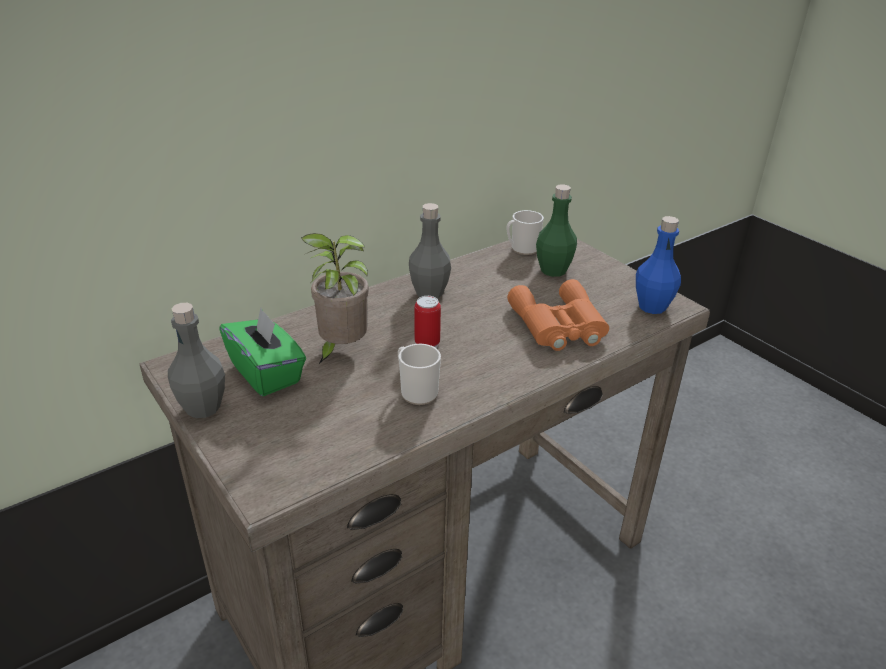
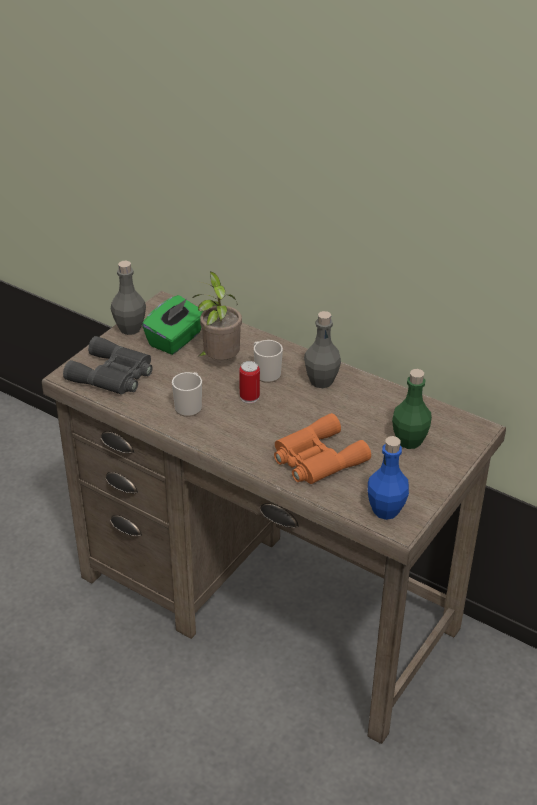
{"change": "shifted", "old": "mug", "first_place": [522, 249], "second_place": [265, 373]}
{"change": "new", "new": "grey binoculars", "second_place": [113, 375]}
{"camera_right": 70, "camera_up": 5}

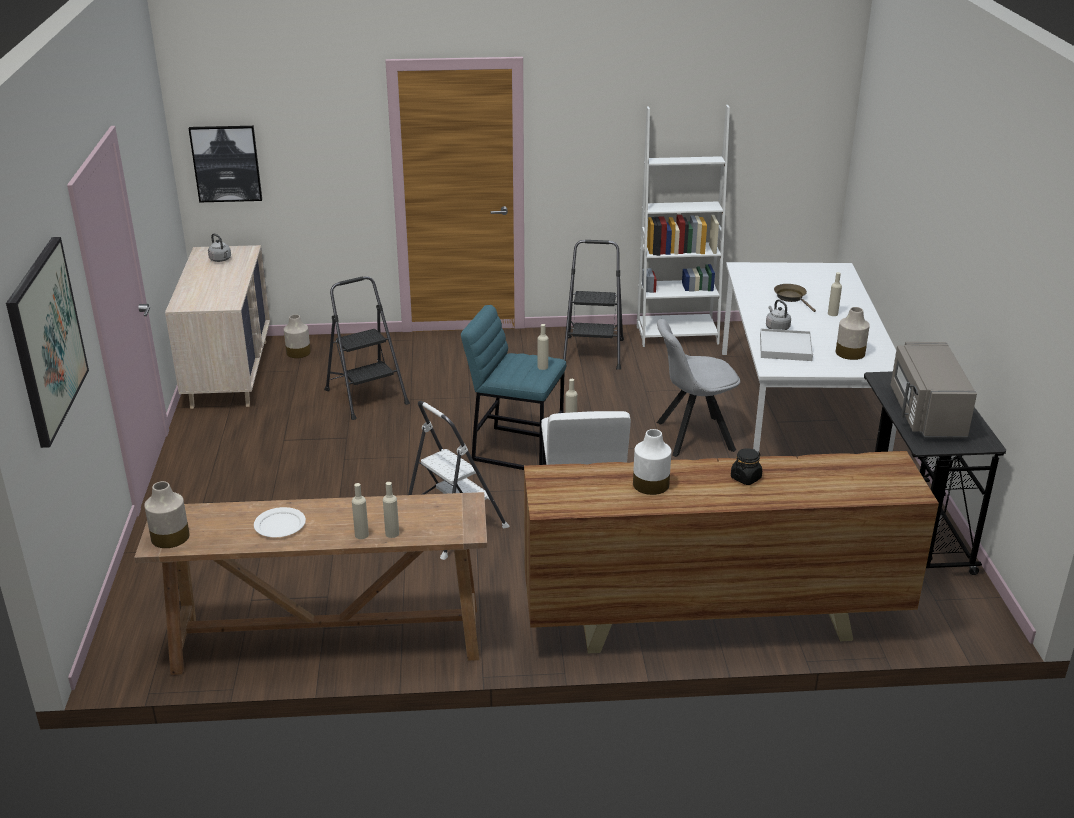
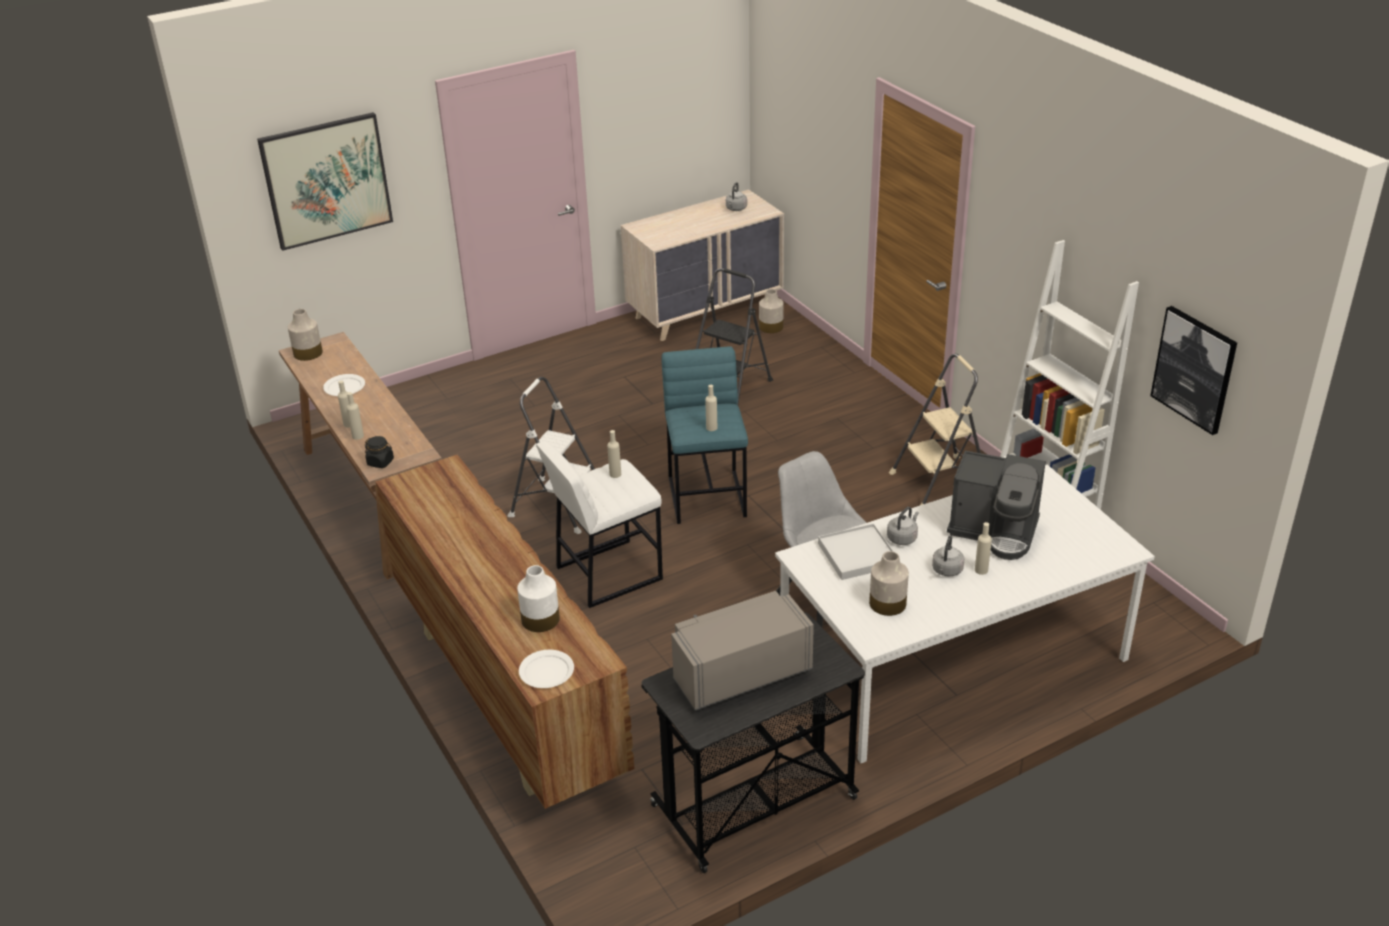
{"change": "shifted", "old": "picture", "first_place": [226, 163], "second_place": [1194, 369]}
{"change": "repainted", "old": "black step ladder", "new": "beige step ladder", "first_place": [593, 351], "second_place": [942, 481]}
{"change": "shifted", "old": "white vase", "first_place": [651, 484], "second_place": [540, 619]}
{"change": "shifted", "old": "black jar", "first_place": [746, 478], "second_place": [380, 462]}
{"change": "swapped", "old": "brown frying pan", "new": "coffee machine", "first_place": [791, 298], "second_place": [995, 531]}
{"change": "new", "new": "white plate", "second_place": [546, 671]}
{"change": "new", "new": "grey kettle", "second_place": [946, 571]}
{"camera_right": 65, "camera_up": 5}

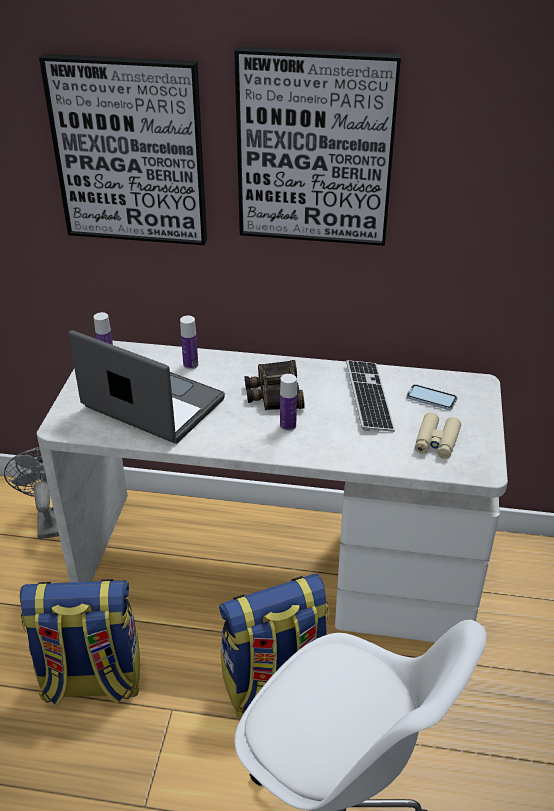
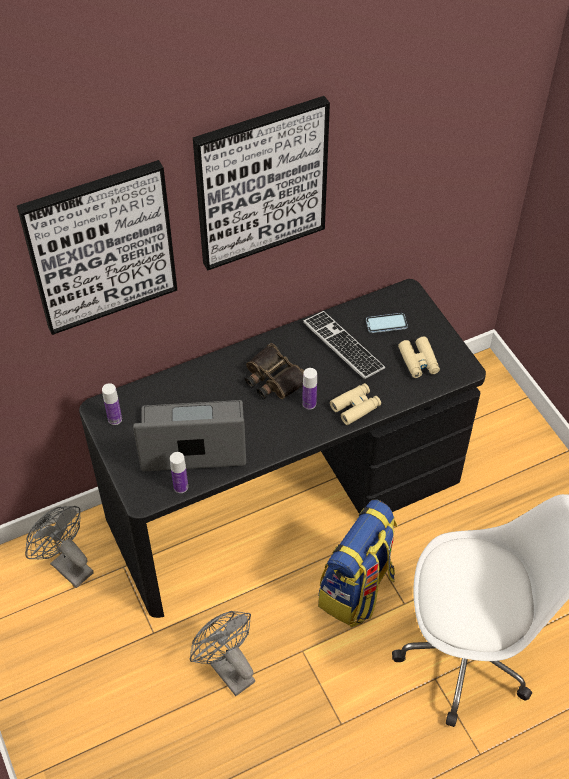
{"change": "swapped", "old": "backpack", "new": "grey fan", "first_place": [91, 681], "second_place": [227, 668]}
{"change": "repainted", "old": "white desk", "new": "black desk", "first_place": [277, 565], "second_place": [284, 497]}
{"change": "shifted", "old": "bottle", "first_place": [190, 365], "second_place": [181, 487]}
{"change": "new", "new": "beige binoculars", "second_place": [355, 407]}
{"camera_right": -35, "camera_up": 15}

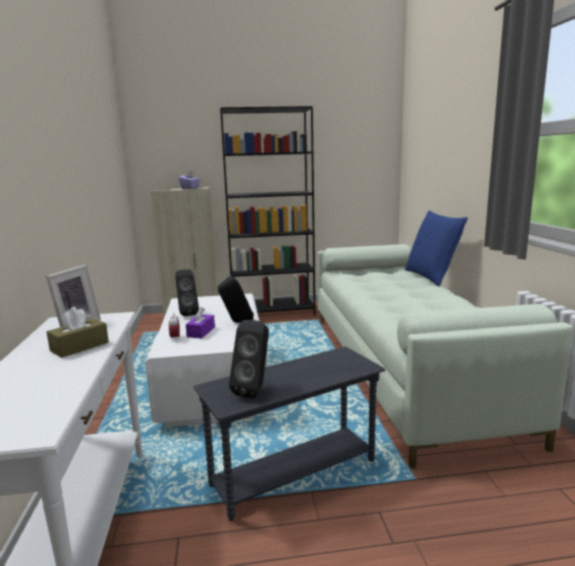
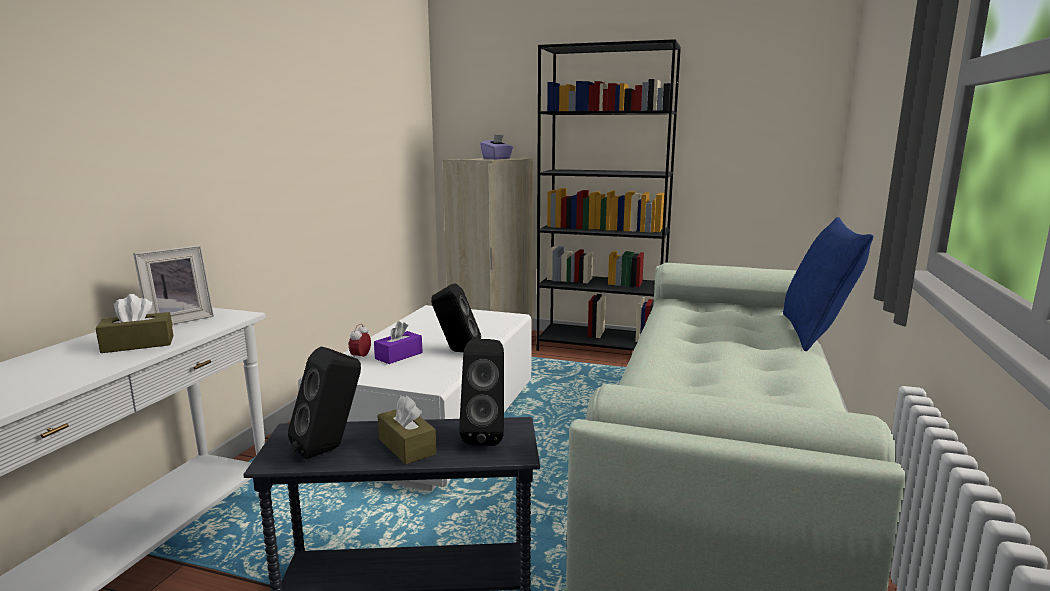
{"change": "shifted", "old": "black speaker", "first_place": [187, 313], "second_place": [485, 435]}
{"change": "new", "new": "brown tissue box", "second_place": [407, 446]}
{"camera_right": 25, "camera_up": 0}

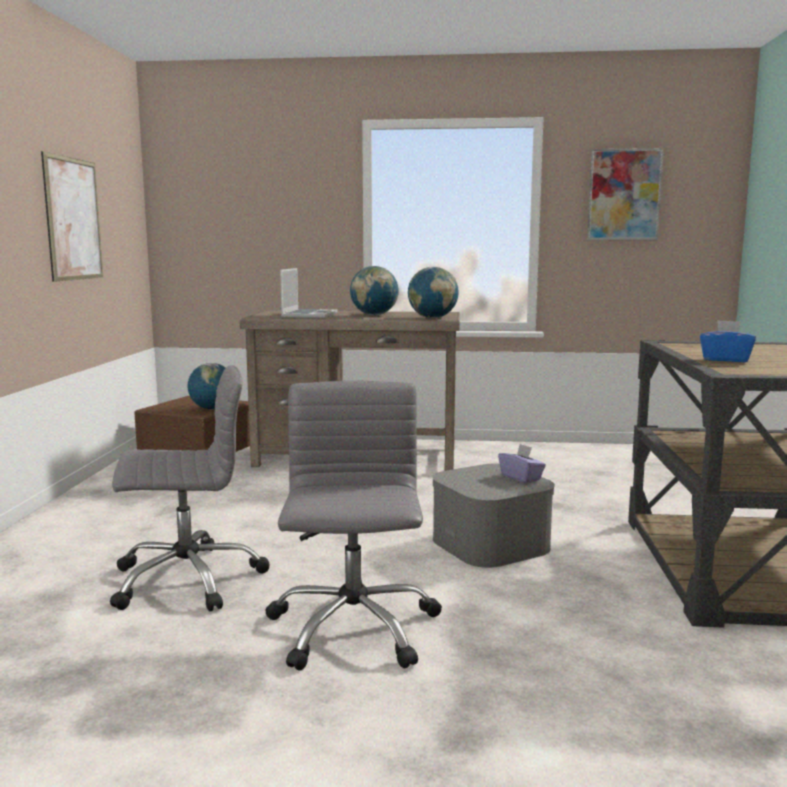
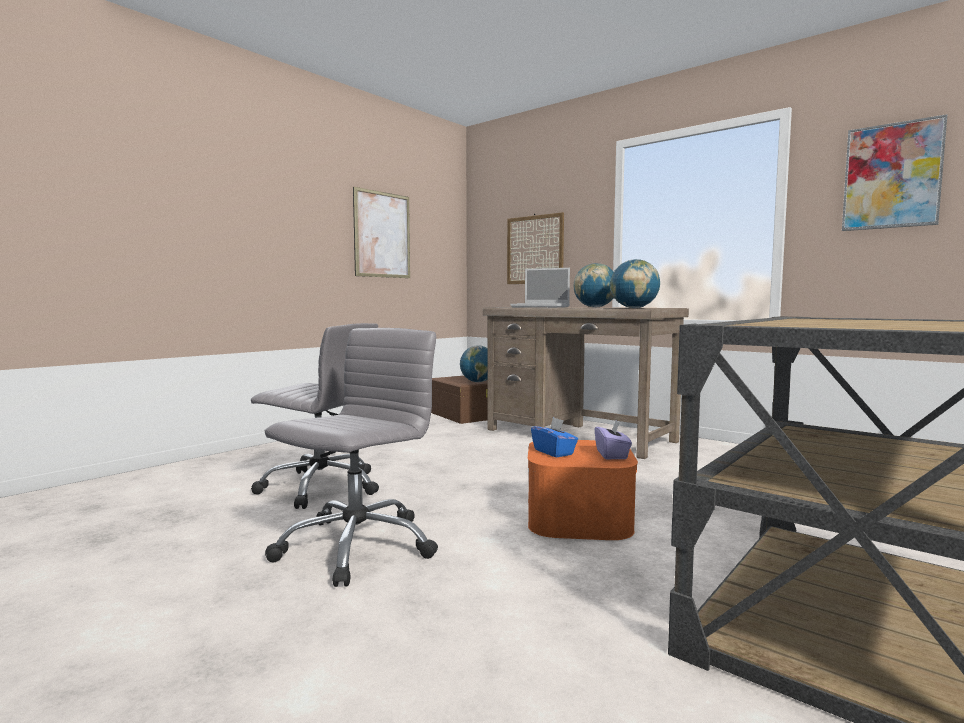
{"change": "rotated", "old": "laptop", "first_place": [309, 315], "second_place": [541, 307], "degrees": 75}
{"change": "repainted", "old": "grey storage box", "new": "orange storage box", "first_place": [491, 543], "second_place": [579, 518]}
{"change": "shifted", "old": "blue tissue box", "first_place": [725, 359], "second_place": [554, 452]}
{"change": "new", "new": "picture", "second_place": [535, 248]}
{"camera_right": 35, "camera_up": -5}

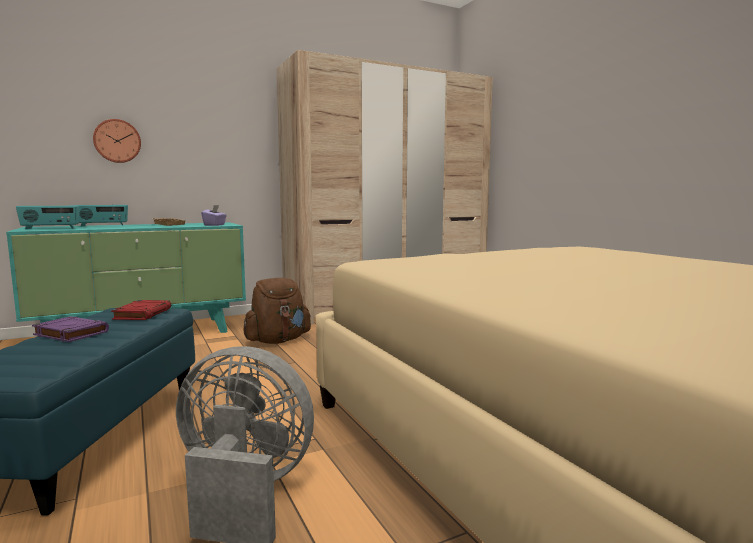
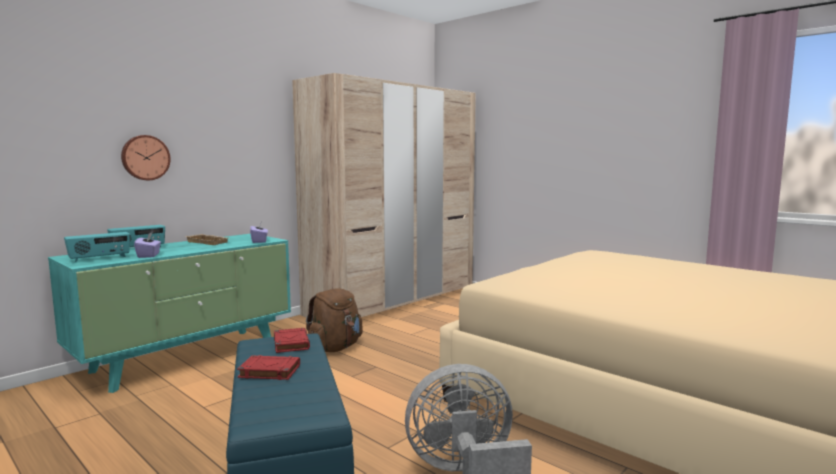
{"change": "repainted", "old": "purple book", "new": "red book", "first_place": [70, 333], "second_place": [269, 371]}
{"change": "new", "new": "purple tissue box", "second_place": [149, 255]}
{"camera_right": -20, "camera_up": 0}

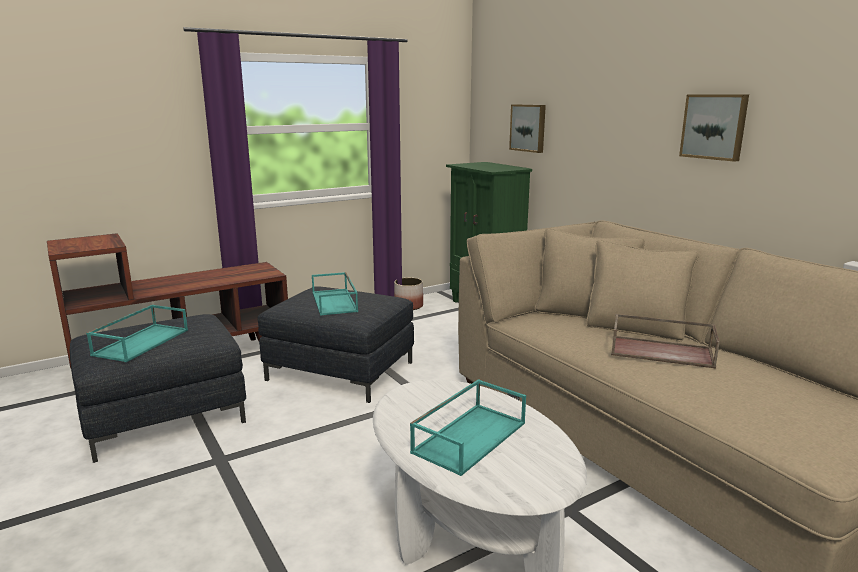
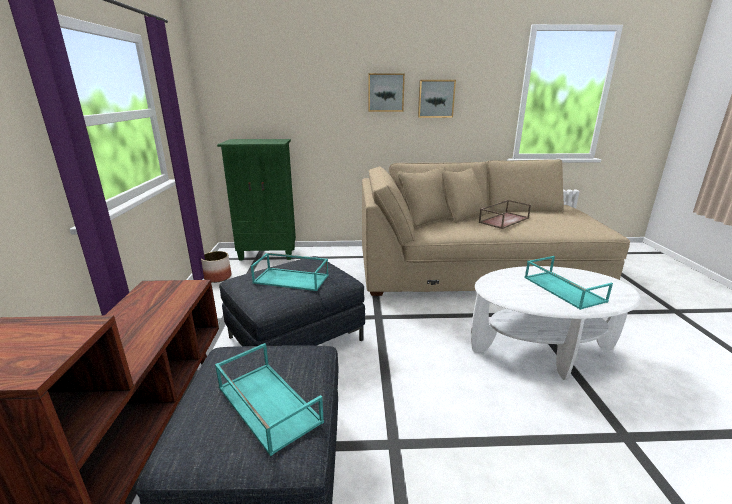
{"change": "shifted", "old": "picture", "first_place": [528, 128], "second_place": [385, 92]}
{"camera_right": -60, "camera_up": 5}

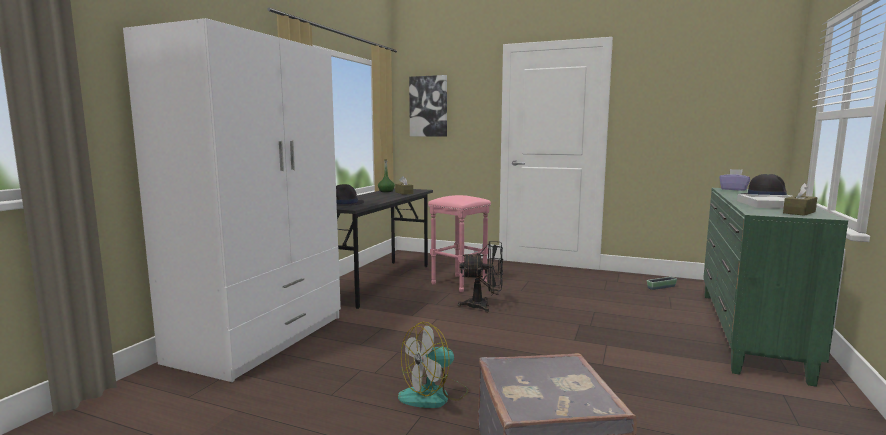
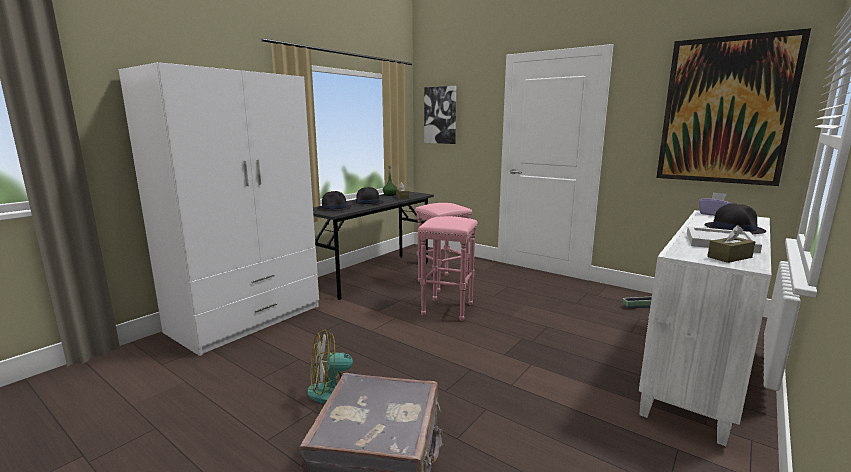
{"change": "swapped", "old": "black fan", "new": "pink stool", "first_place": [483, 306], "second_place": [446, 308]}
{"change": "repainted", "old": "green dresser", "new": "white dresser", "first_place": [749, 332], "second_place": [698, 370]}
{"change": "new", "new": "black hat", "second_place": [367, 203]}
{"change": "new", "new": "picture", "second_place": [725, 111]}
{"camera_right": 15, "camera_up": 5}

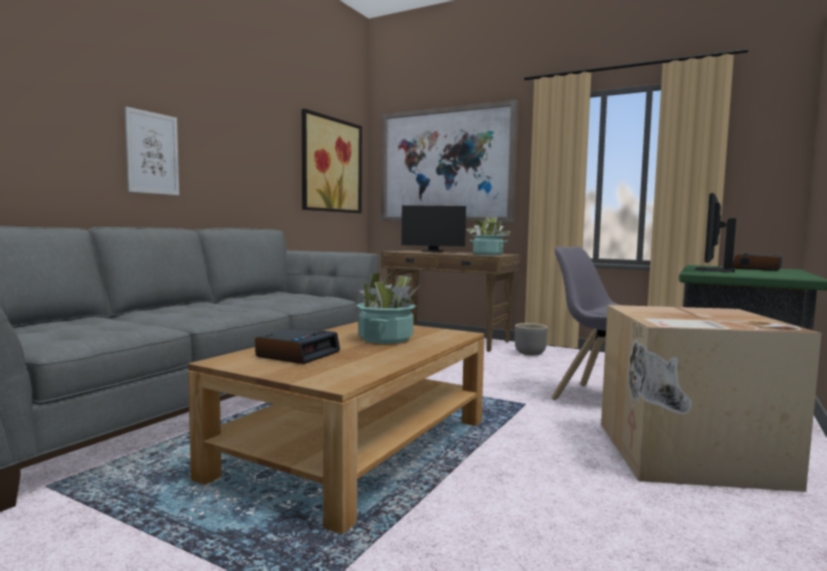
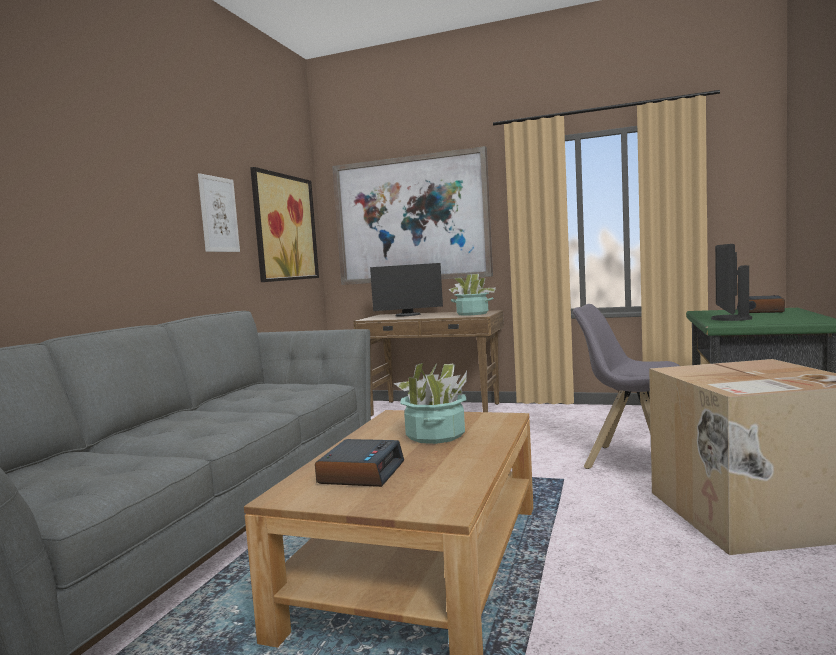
{"change": "shifted", "old": "picture", "first_place": [152, 153], "second_place": [218, 214]}
{"change": "gone", "old": "grey planter", "first_place": [530, 353]}
{"camera_right": -10, "camera_up": 0}

